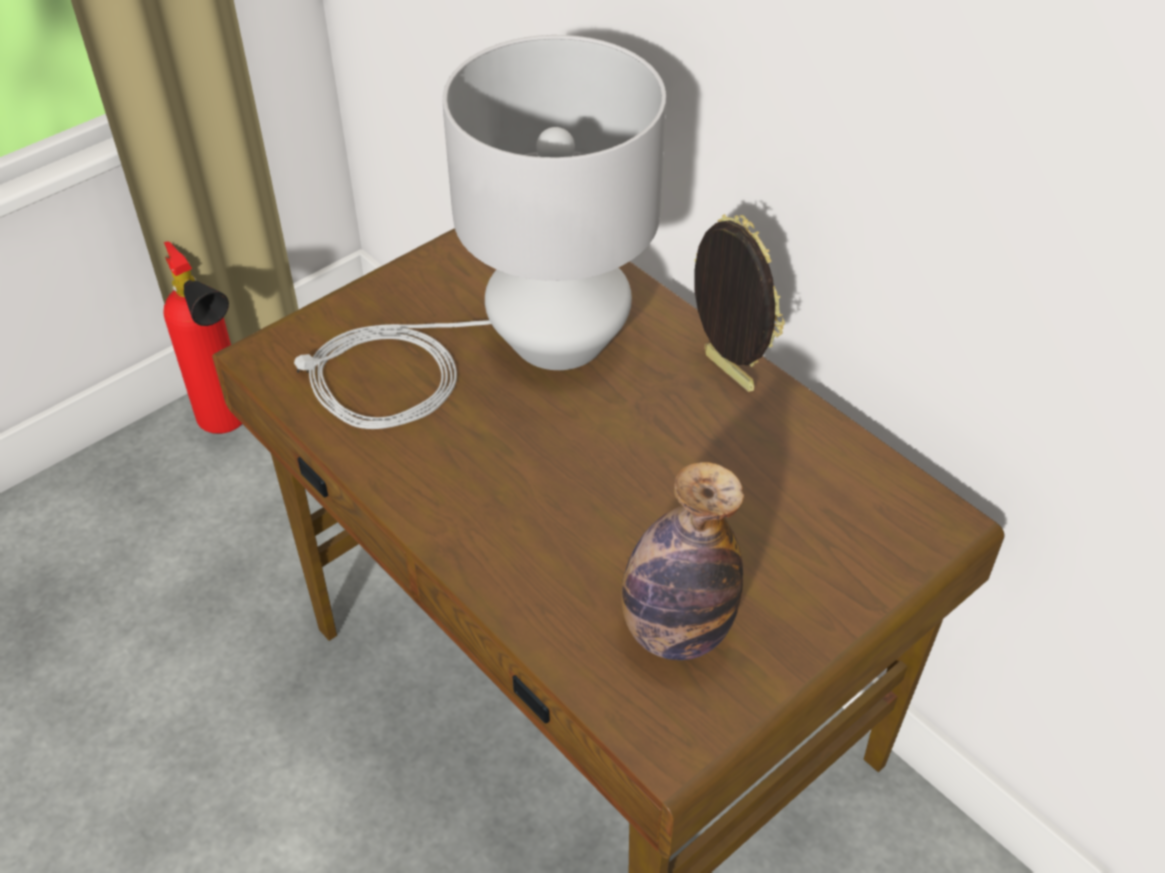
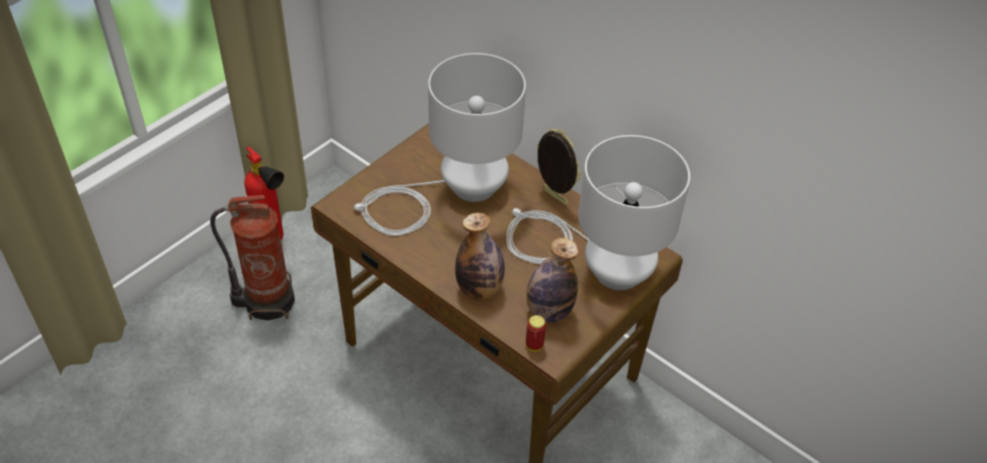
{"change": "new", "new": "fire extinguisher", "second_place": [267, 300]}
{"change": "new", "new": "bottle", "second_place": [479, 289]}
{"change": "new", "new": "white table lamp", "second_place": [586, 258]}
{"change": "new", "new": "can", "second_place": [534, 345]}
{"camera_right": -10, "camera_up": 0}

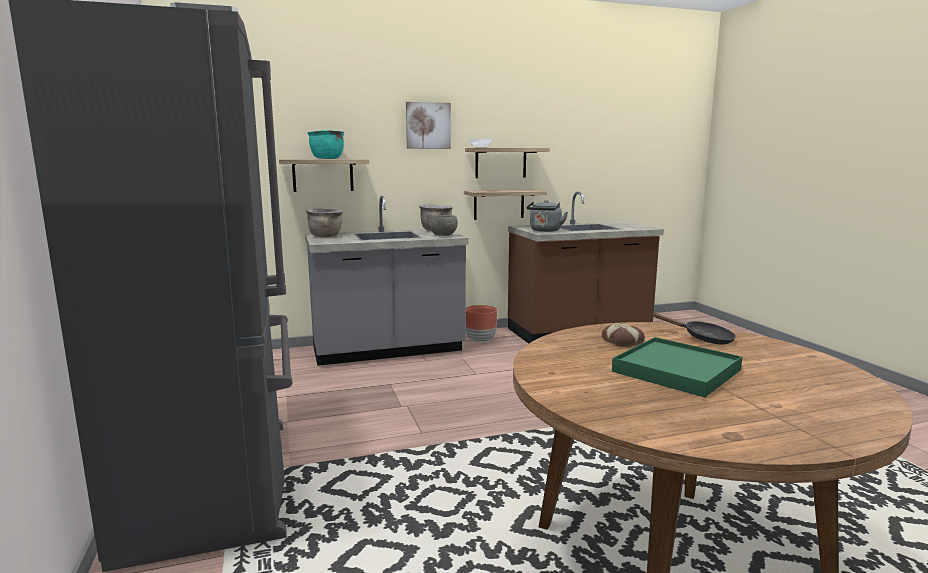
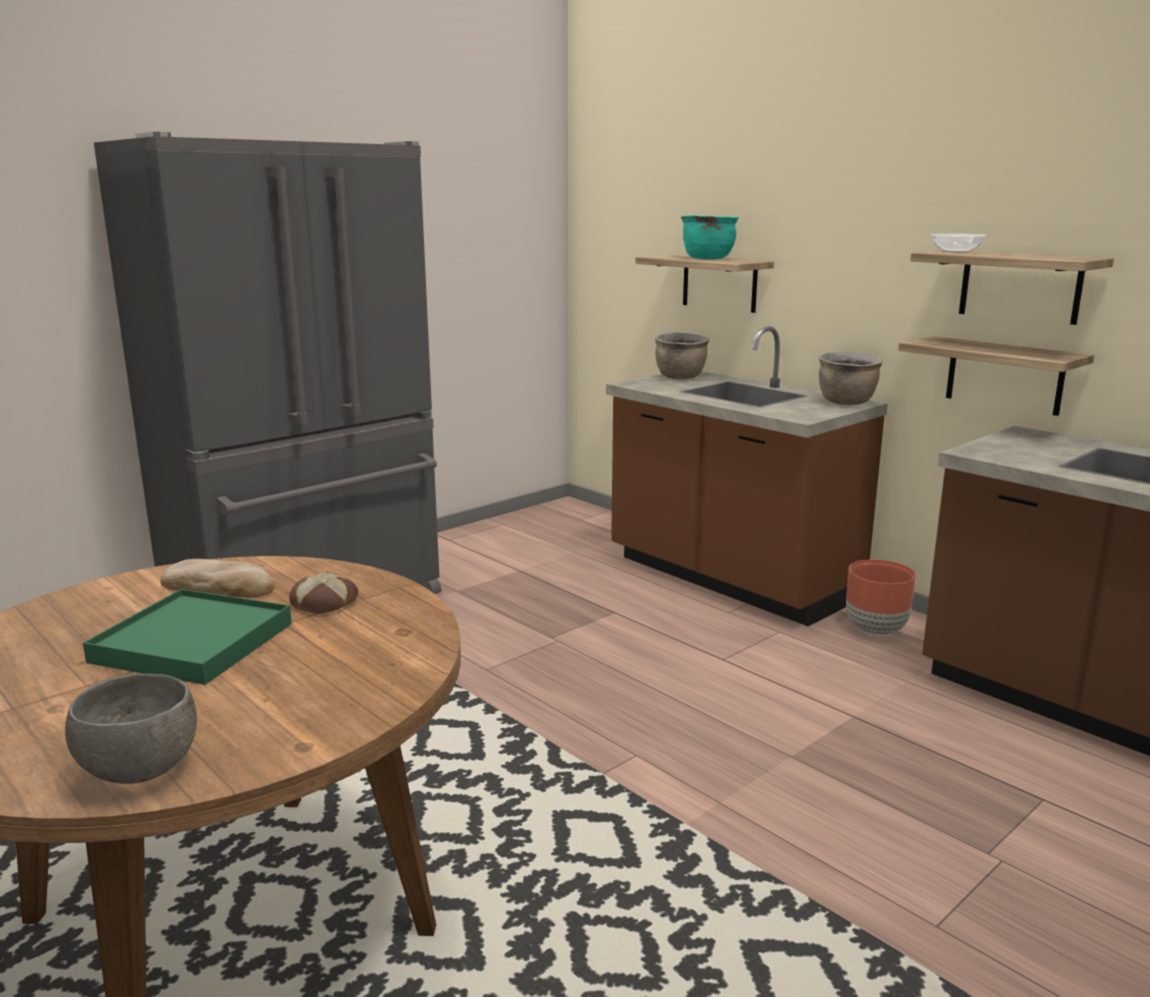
{"change": "repainted", "old": "grey counter", "new": "brown counter", "first_place": [388, 350], "second_place": [730, 579]}
{"change": "gone", "old": "picture", "first_place": [428, 125]}
{"change": "shifted", "old": "grey bowl", "first_place": [443, 235], "second_place": [141, 771]}
{"change": "gone", "old": "grey kettle", "first_place": [545, 230]}
{"change": "gone", "old": "black frying pan", "first_place": [703, 338]}
{"change": "new", "new": "bread", "second_place": [219, 586]}
{"camera_right": 65, "camera_up": 5}

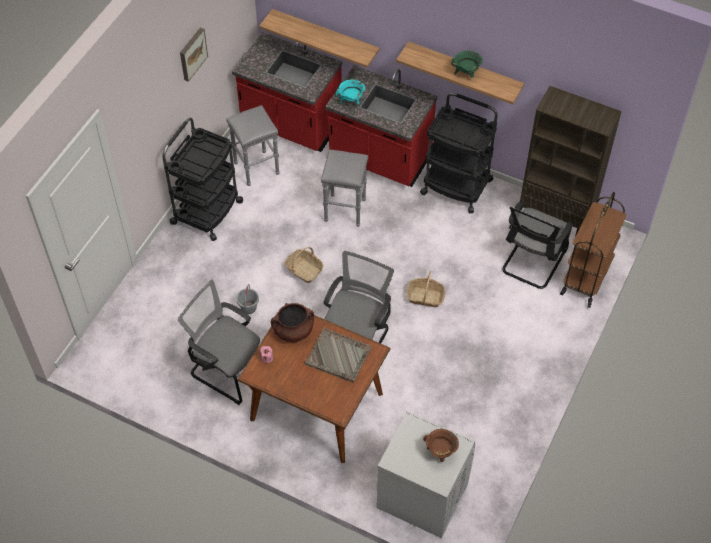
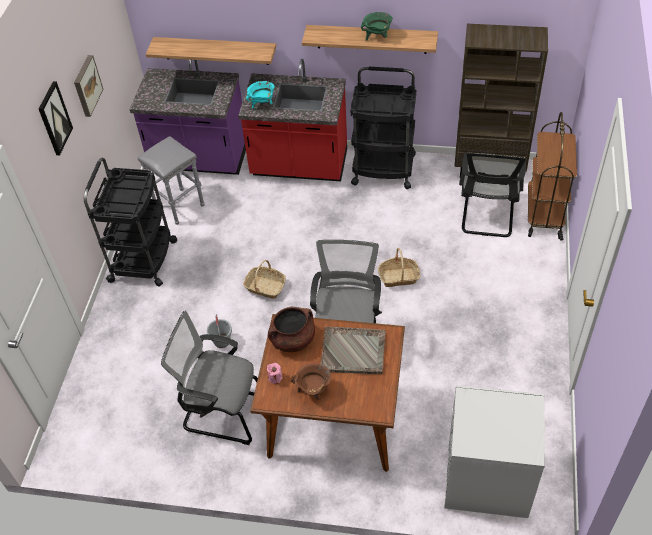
{"change": "repainted", "old": "red counter", "new": "purple counter", "first_place": [291, 126], "second_place": [199, 159]}
{"change": "gone", "old": "grey stool", "first_place": [345, 210]}
{"change": "shifted", "old": "brown cooking pot", "first_place": [440, 452], "second_place": [313, 391]}
{"change": "new", "new": "picture", "second_place": [54, 118]}
{"camera_right": -15, "camera_up": -5}

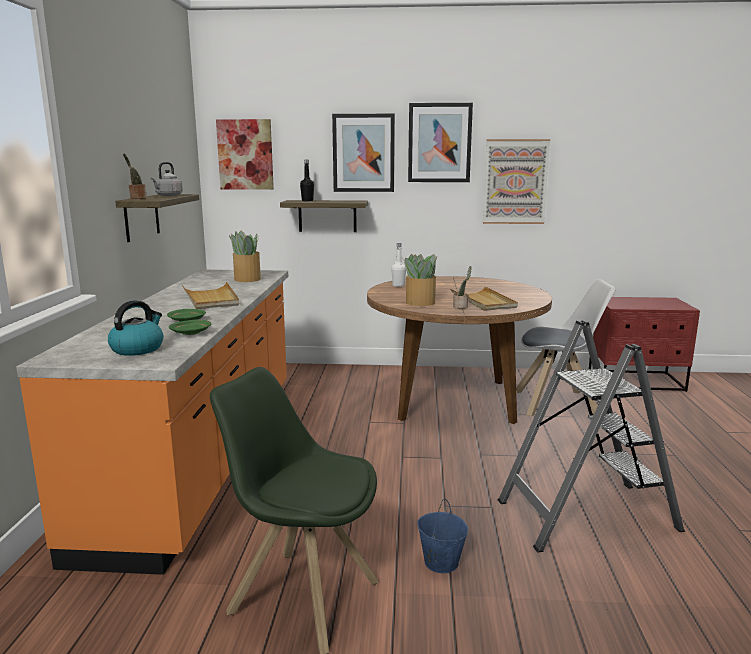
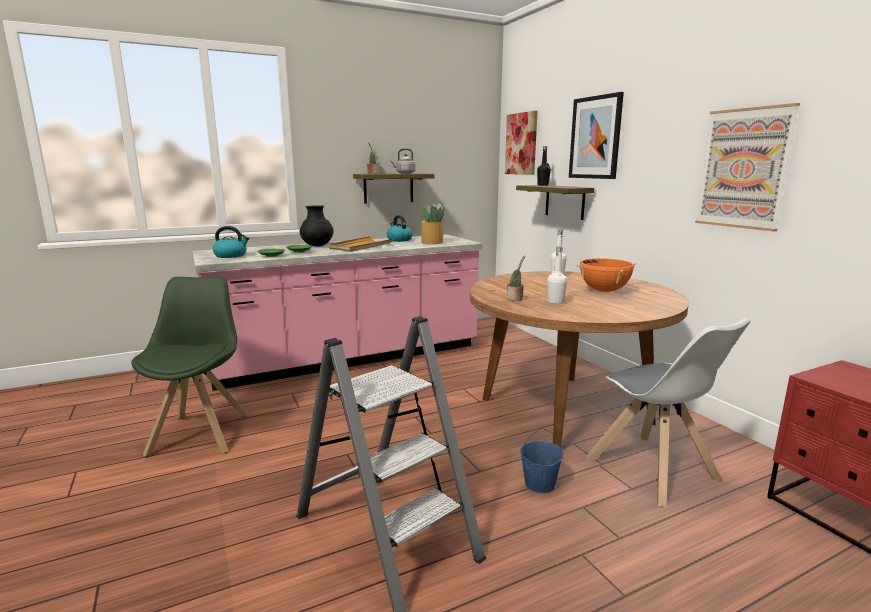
{"change": "repainted", "old": "orange counter", "new": "pink counter", "first_place": [204, 456], "second_place": [349, 358]}
{"change": "gone", "old": "potted plant", "first_place": [419, 302]}
{"change": "gone", "old": "picture", "first_place": [439, 143]}
{"change": "shifted", "old": "blue bucket", "first_place": [440, 562], "second_place": [539, 484]}
{"change": "swapped", "old": "beige tray", "new": "white bottle", "first_place": [483, 301], "second_place": [555, 302]}
{"change": "new", "new": "black vase", "second_place": [317, 246]}
{"change": "new", "new": "kettle", "second_place": [399, 240]}
{"change": "new", "new": "orange cooking pot", "second_place": [604, 291]}
{"camera_right": 60, "camera_up": 0}

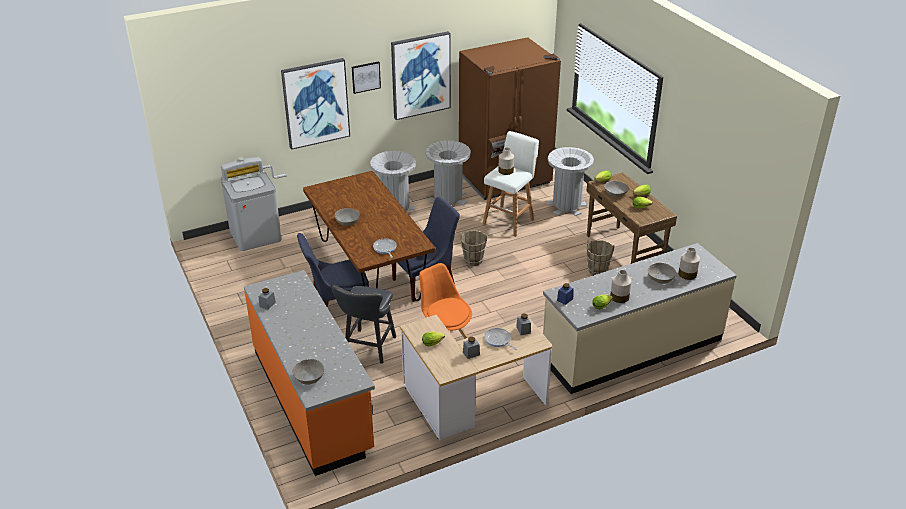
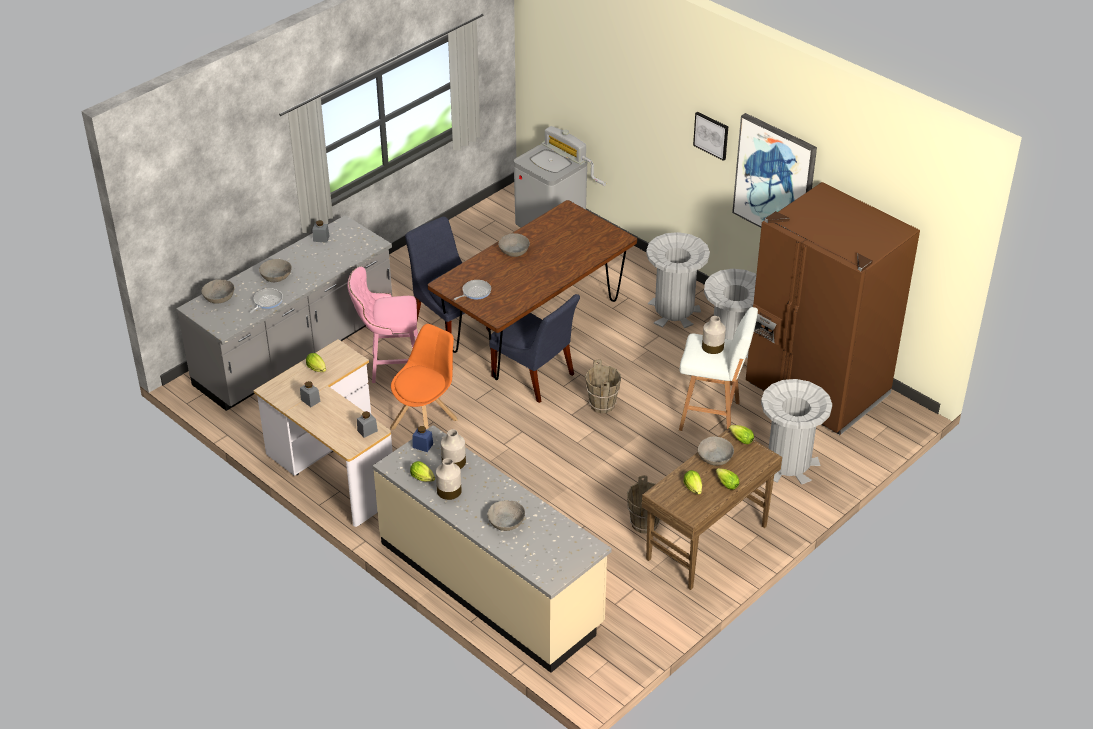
{"change": "repainted", "old": "orange counter", "new": "grey counter", "first_place": [312, 400], "second_place": [296, 351]}
{"change": "gone", "old": "picture", "first_place": [316, 103]}
{"change": "repainted", "old": "grey stool", "new": "pink stool", "first_place": [367, 350], "second_place": [388, 366]}
{"change": "shifted", "old": "frying pan", "first_place": [498, 340], "second_place": [267, 301]}
{"change": "shifted", "old": "beige vase", "first_place": [687, 274], "second_place": [453, 462]}
{"change": "new", "new": "grey bowl", "second_place": [276, 276]}
{"camera_right": 70, "camera_up": 5}

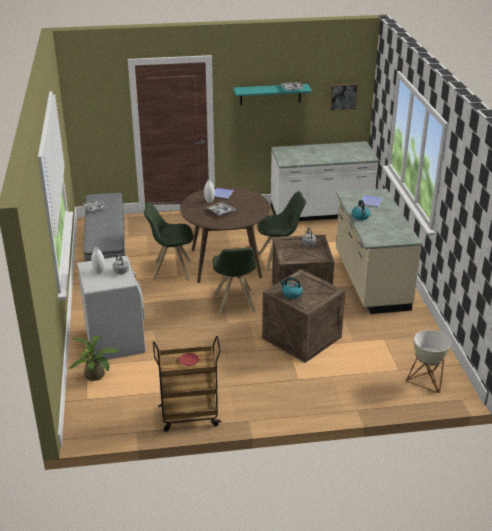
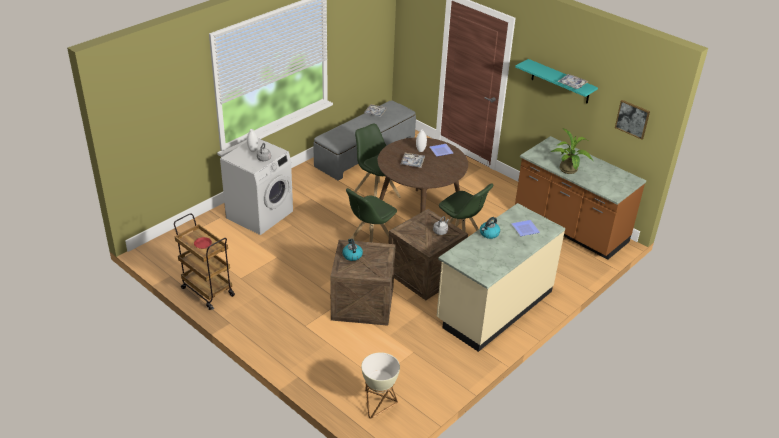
{"change": "shifted", "old": "potted plant", "first_place": [97, 376], "second_place": [569, 171]}
{"change": "repainted", "old": "white counter", "new": "brown counter", "first_place": [321, 213], "second_place": [569, 228]}
{"camera_right": 50, "camera_up": 5}

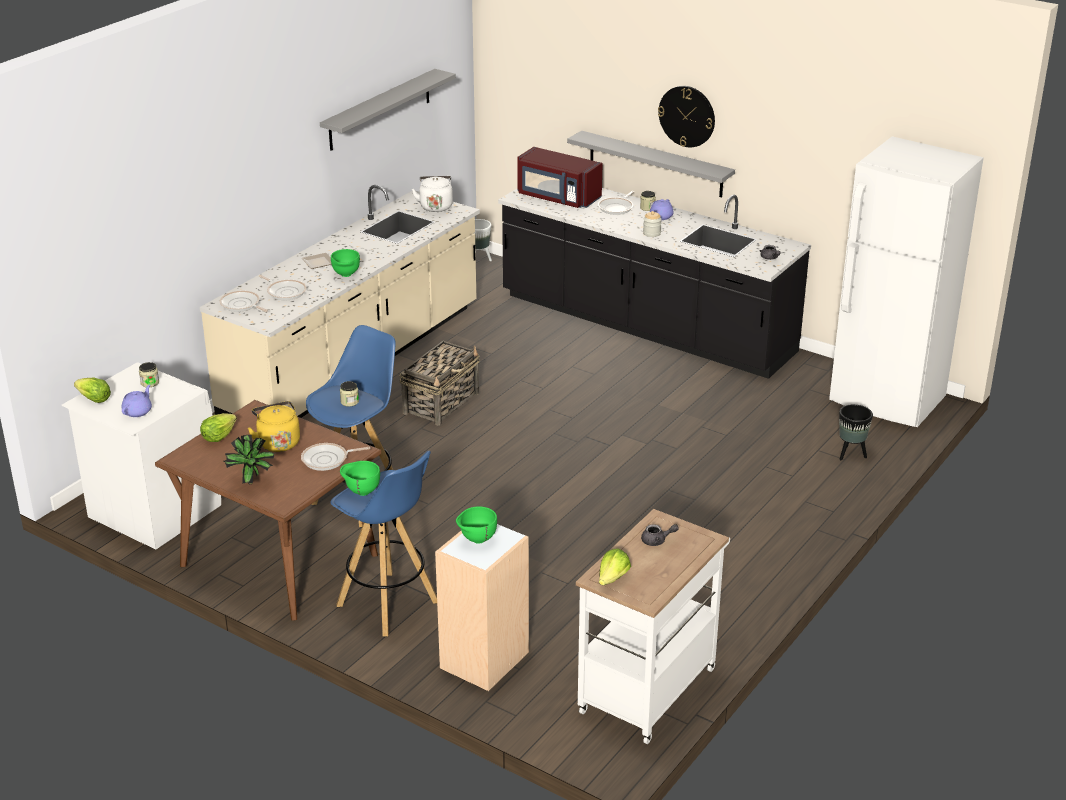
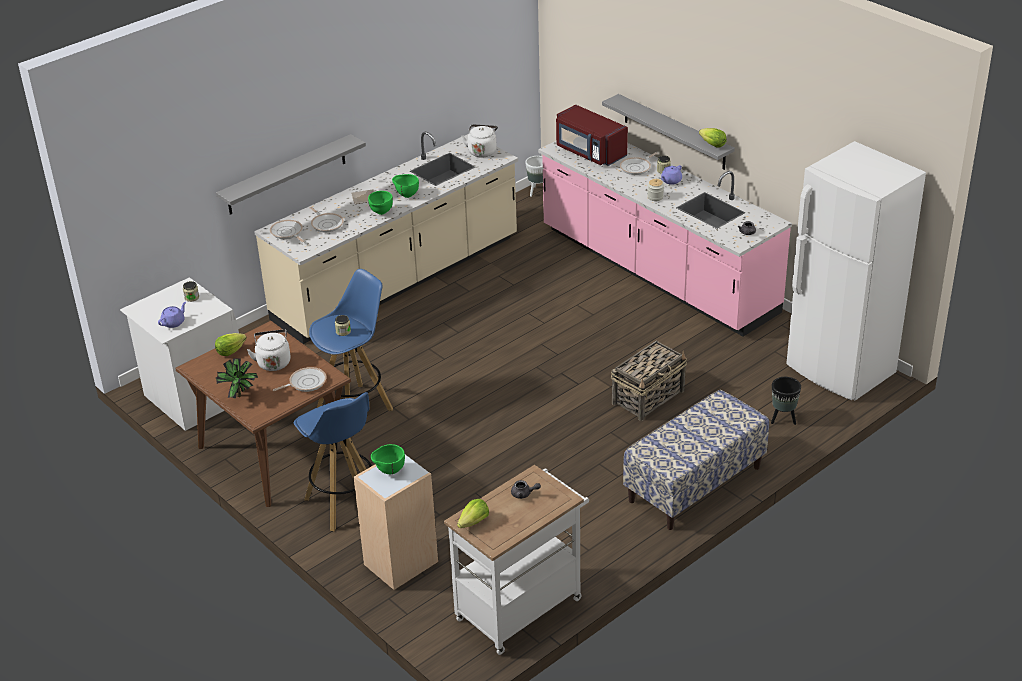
{"change": "shifted", "old": "lettuce", "first_place": [94, 399], "second_place": [713, 145]}
{"change": "repainted", "old": "yellow kettle", "new": "white kettle", "first_place": [278, 442], "second_place": [273, 362]}
{"change": "rotated", "old": "frying pan", "first_place": [327, 460], "second_place": [305, 383], "degrees": 150}
{"change": "shifted", "old": "grey shelf", "first_place": [380, 110], "second_place": [286, 175]}
{"change": "shifted", "old": "green bowl", "first_place": [361, 492], "second_place": [406, 195]}
{"change": "shifted", "old": "basket", "first_place": [442, 402], "second_place": [648, 397]}
{"change": "repainted", "old": "black counter", "new": "pink counter", "first_place": [645, 325], "second_place": [657, 271]}
{"change": "gone", "old": "wall clock", "first_place": [687, 116]}
{"change": "new", "new": "bench", "second_place": [695, 484]}
{"camera_right": 15, "camera_up": 5}

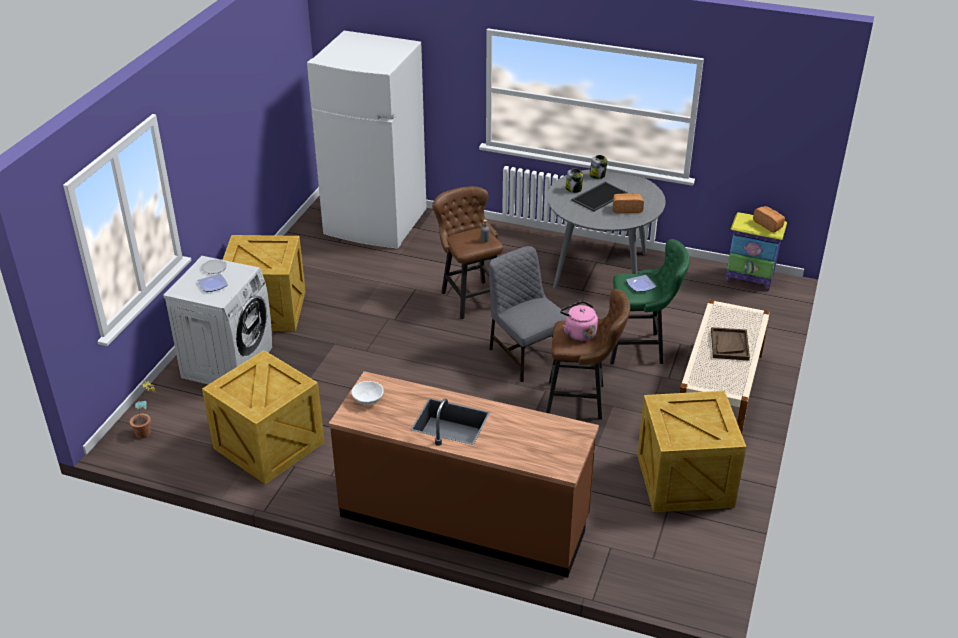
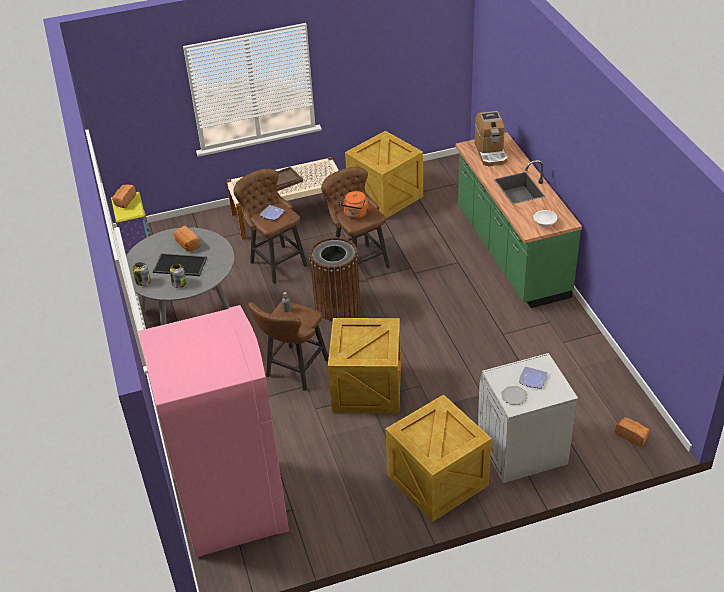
{"change": "swapped", "old": "potted plant", "new": "bread", "first_place": [148, 432], "second_place": [632, 436]}
{"change": "shifted", "old": "crate", "first_place": [269, 444], "second_place": [366, 389]}
{"change": "repainted", "old": "white fridge", "new": "pink fridge", "first_place": [375, 222], "second_place": [233, 506]}
{"change": "repainted", "old": "brown counter", "new": "green counter", "first_place": [464, 518], "second_place": [510, 253]}
{"change": "swapped", "old": "grey chair", "new": "brown trash can", "first_place": [526, 355], "second_place": [337, 305]}
{"change": "repainted", "old": "pink kettle", "new": "orange kettle", "first_place": [578, 333], "second_place": [355, 214]}
{"change": "repainted", "old": "green stool", "new": "brown stool", "first_place": [642, 348], "second_place": [275, 260]}
{"change": "new", "new": "coffee machine", "second_place": [490, 152]}
{"camera_right": -125, "camera_up": 5}

